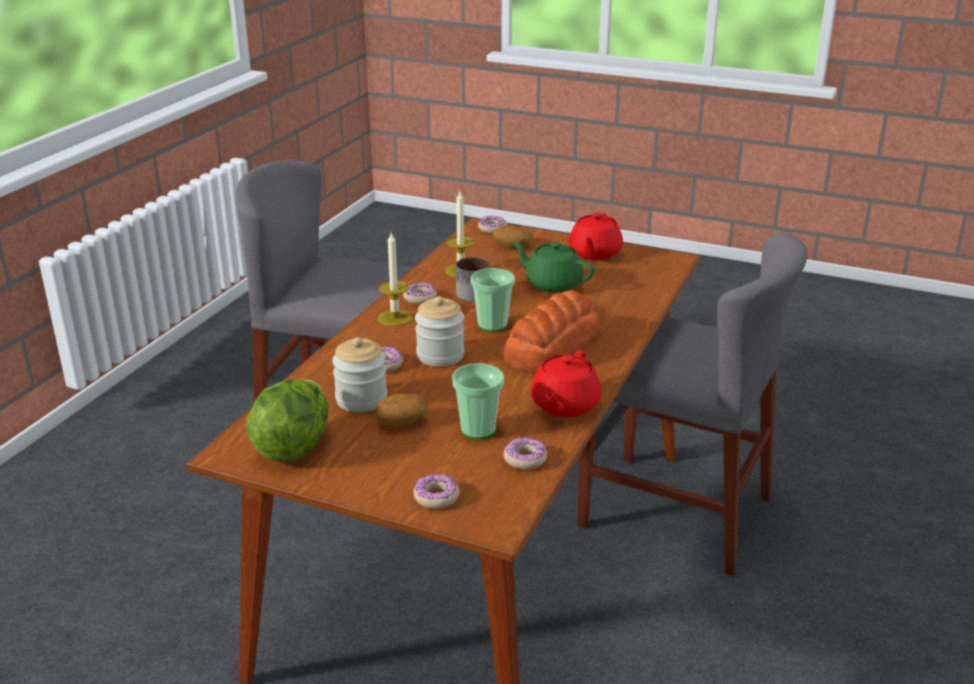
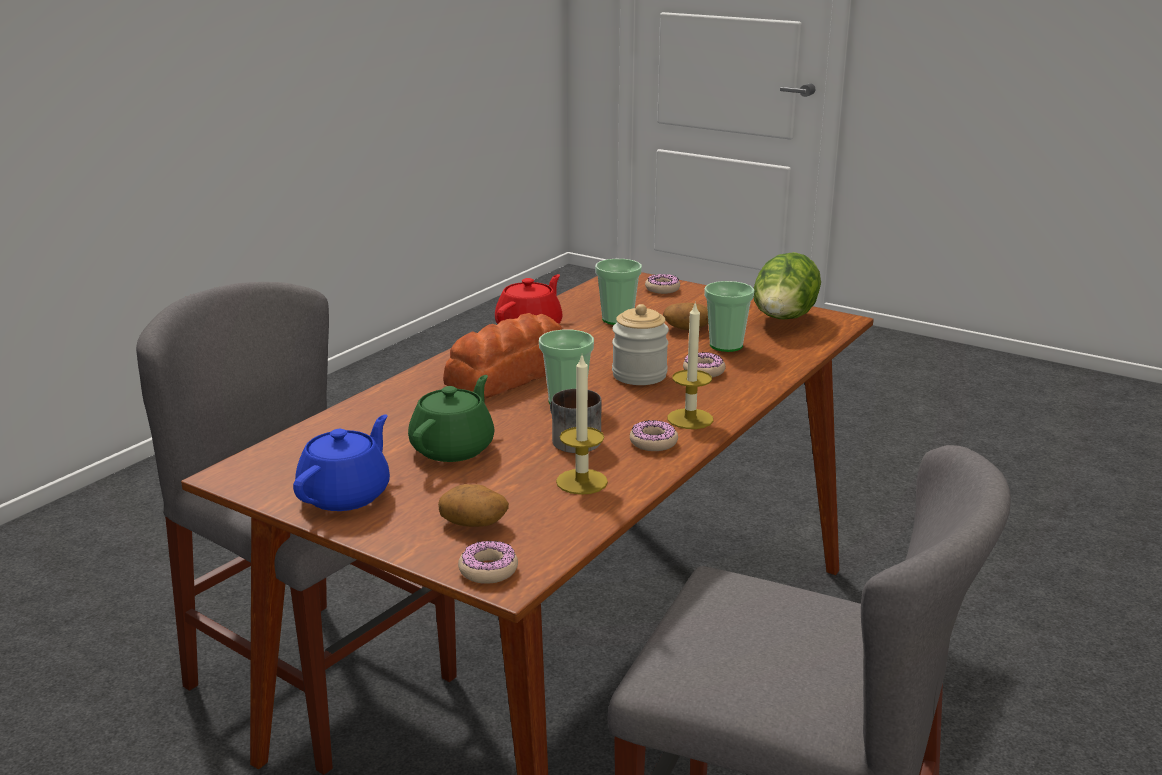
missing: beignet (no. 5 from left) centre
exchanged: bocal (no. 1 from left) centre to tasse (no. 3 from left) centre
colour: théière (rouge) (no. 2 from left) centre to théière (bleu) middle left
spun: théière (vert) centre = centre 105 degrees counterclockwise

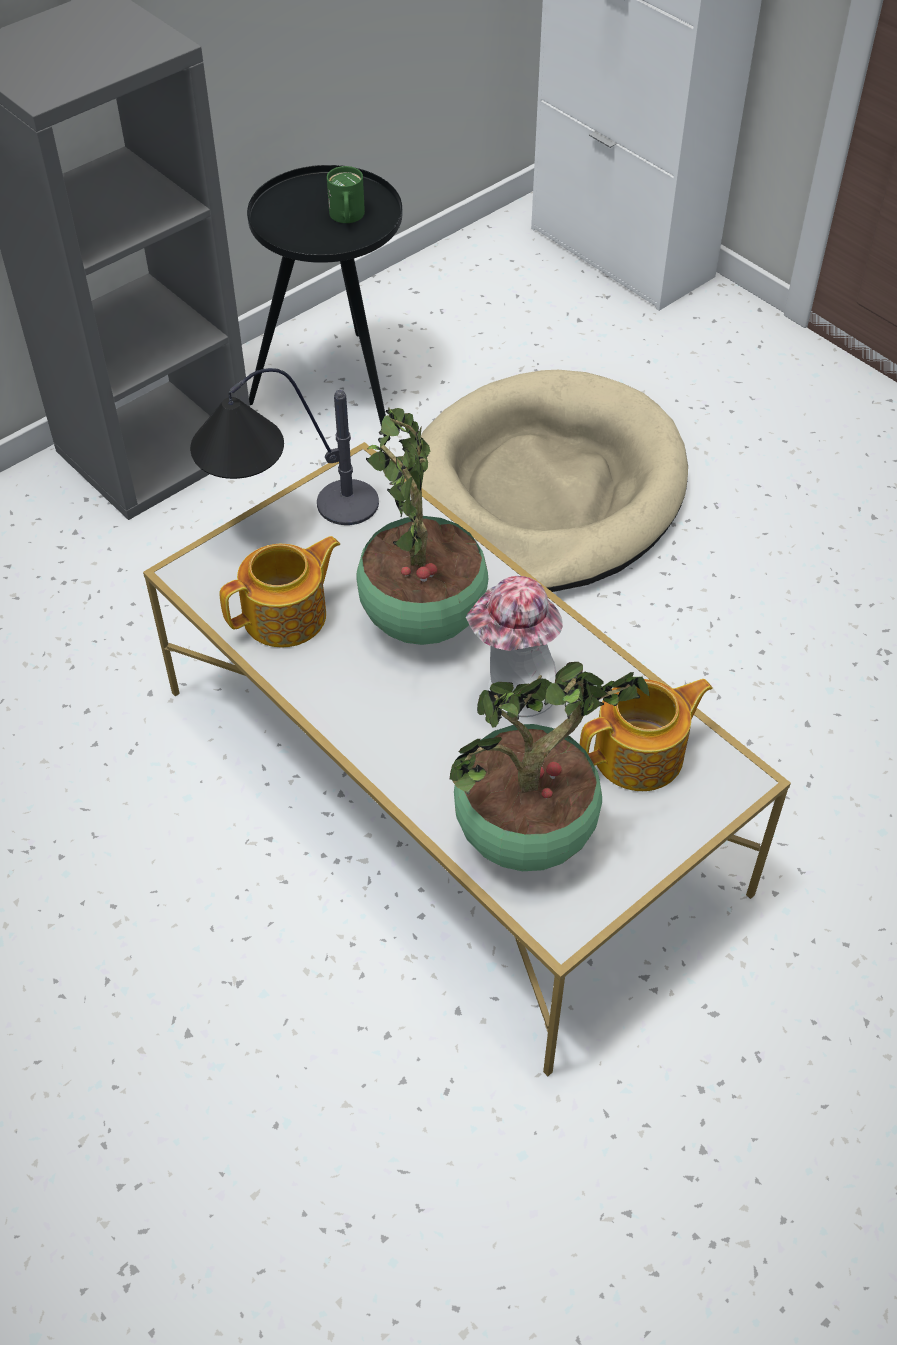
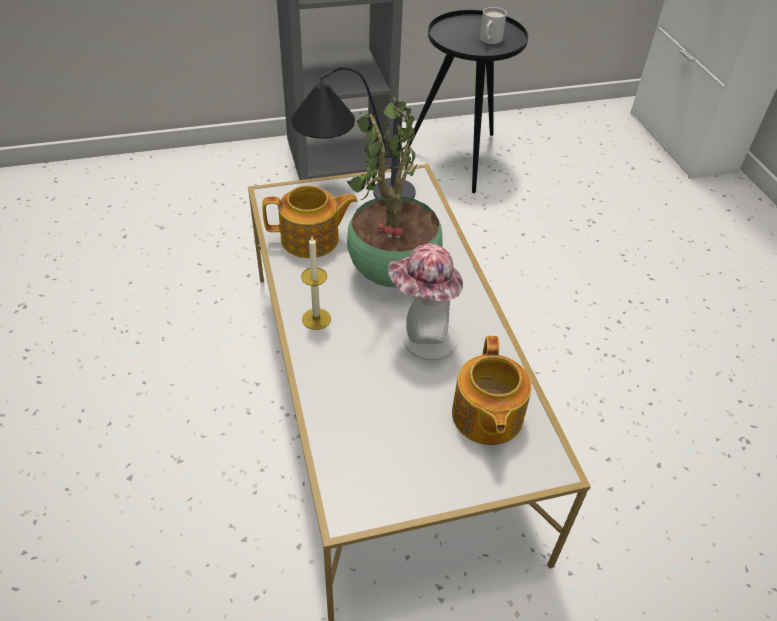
missing: panier pour chien (beige) centre; plante en pot (no. 2 from left) centre
appeared: bougie centre
colour: mug (vert) top centre to mug (blanc) top centre
spun: théière (no. 2 from left) middle right = centre 90 degrees clockwise

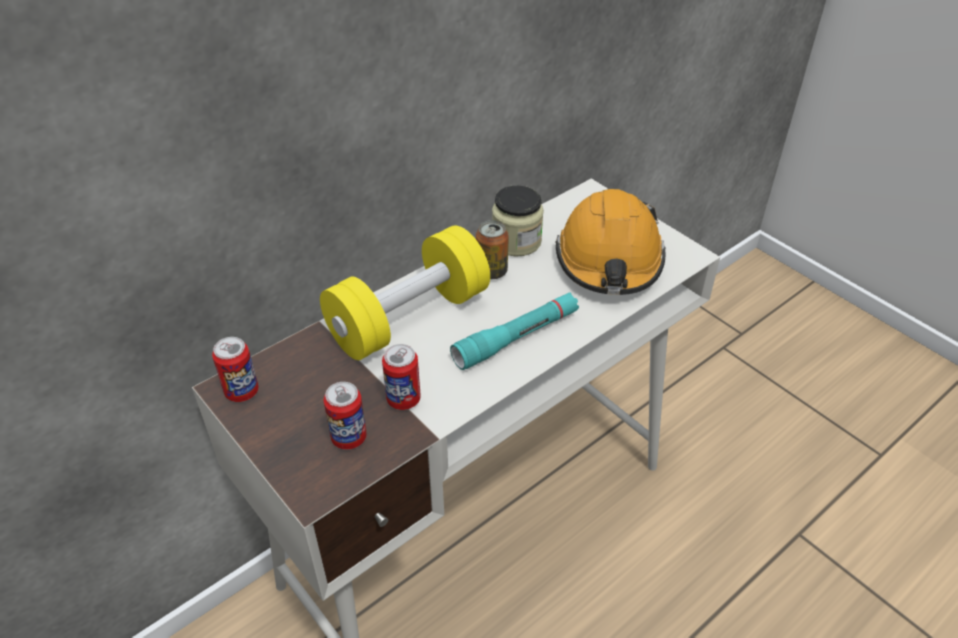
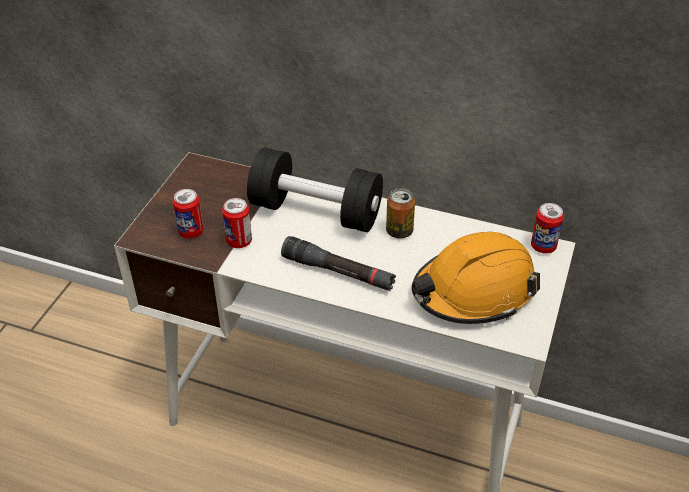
missing: bocal centre
relocated: boîte métallique (no. 1 from left in the first image) middle left to boîte métallique (no. 4 from left) middle right
colour: haltère (jaune) centre to haltère (noir) centre; lampe de poche (turquoise) centre to lampe de poche (noir) centre

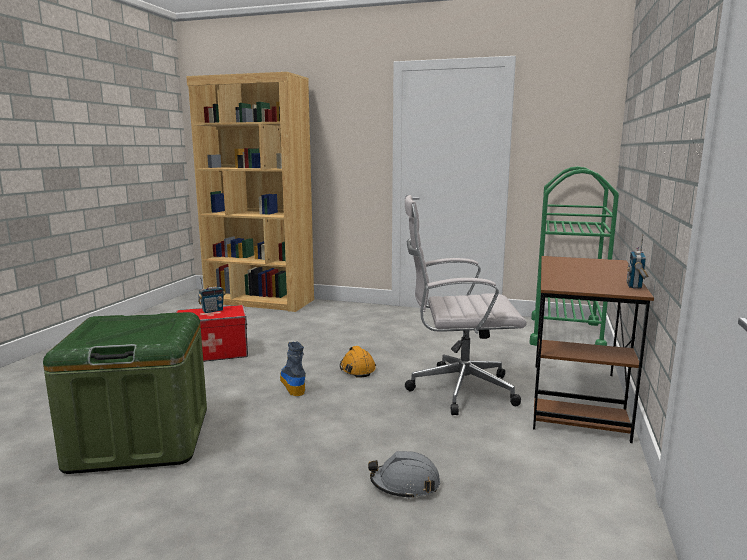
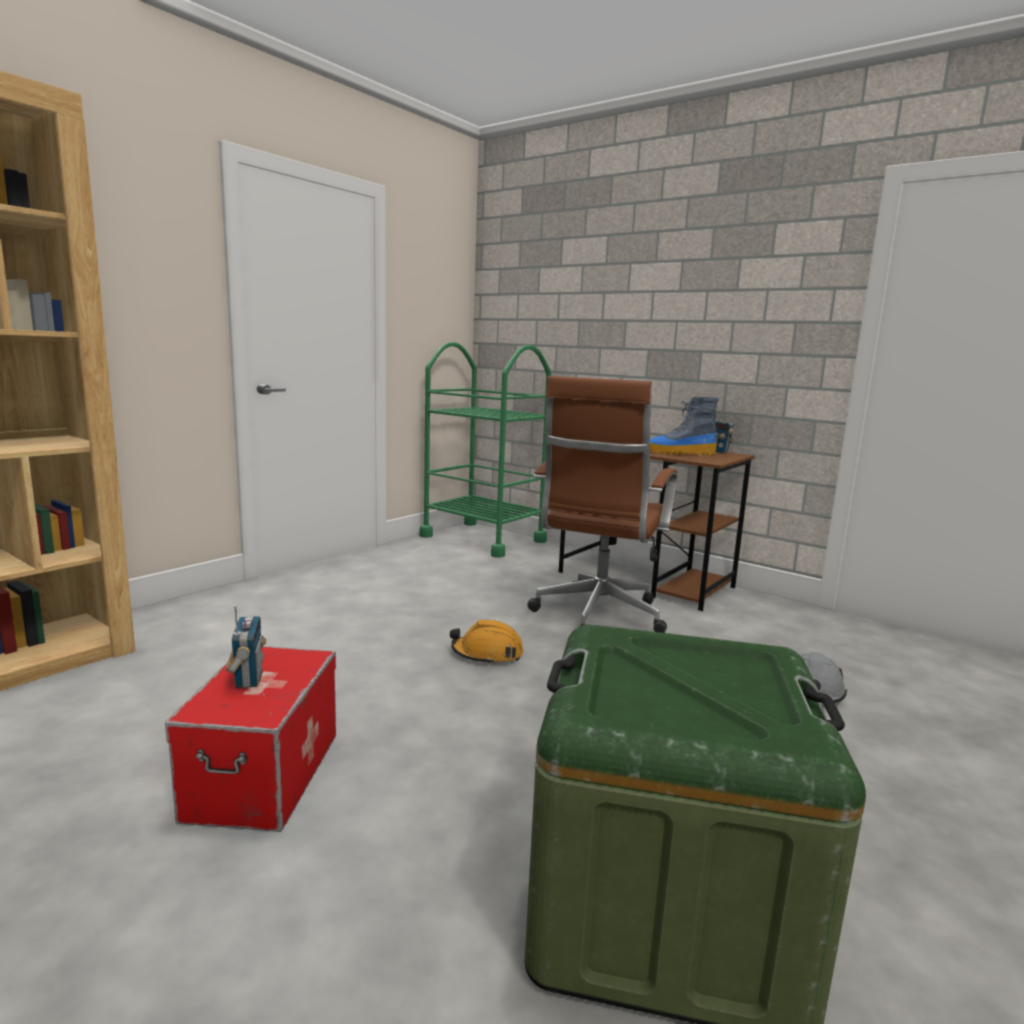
relocated: botte centre to middle right
colour: chaise de bureau (blanc) centre to chaise de bureau (marron) centre

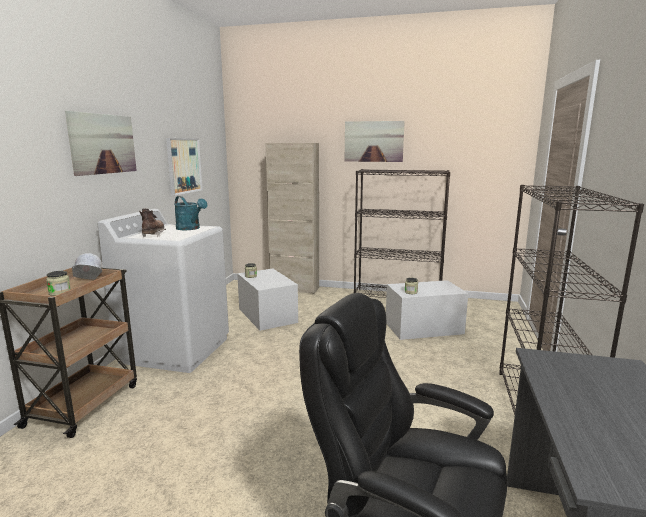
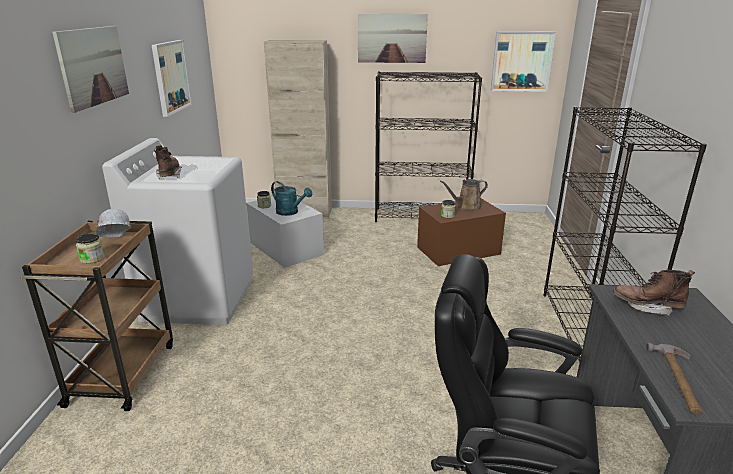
appeared: arrosoir (marron) centre; tableau (no. 4 from left) top right; botte (marron) (no. 2 from left) middle right; marteau bottom right
relocated: arrosoir (turquoise) middle left to centre
colour: boîte de rangement (blanc) (no. 2 from left) centre to boîte de rangement (marron) centre

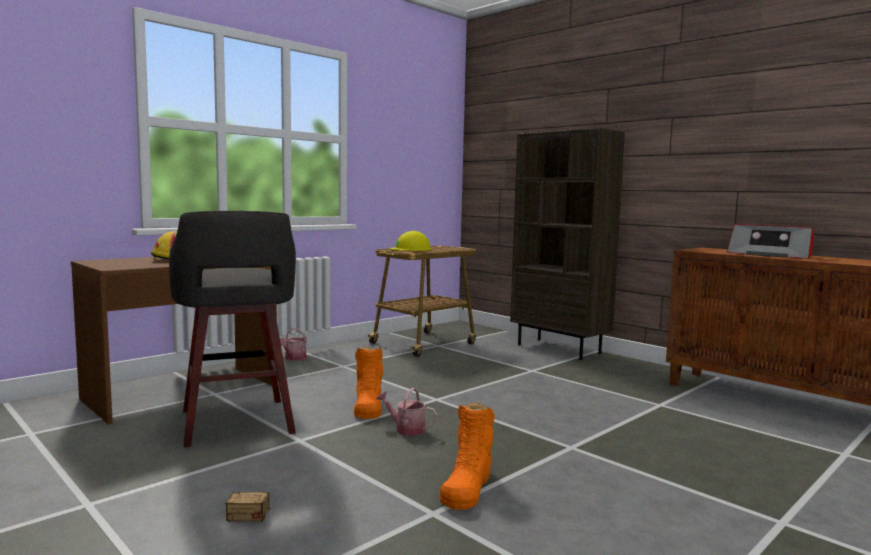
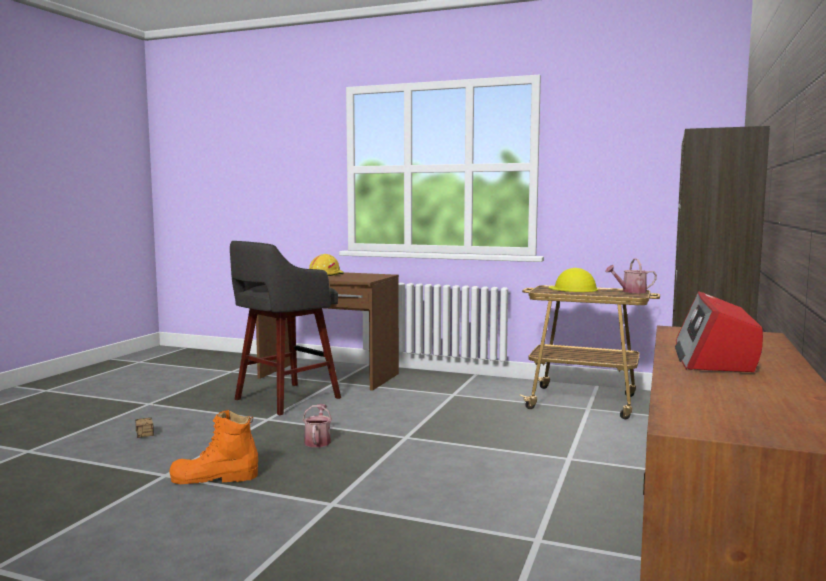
missing: botte (orange) (no. 1 from left) bottom centre
relocated: arrosoir (no. 1 from left in the first image) centre to arrosoir (no. 2 from left) middle right

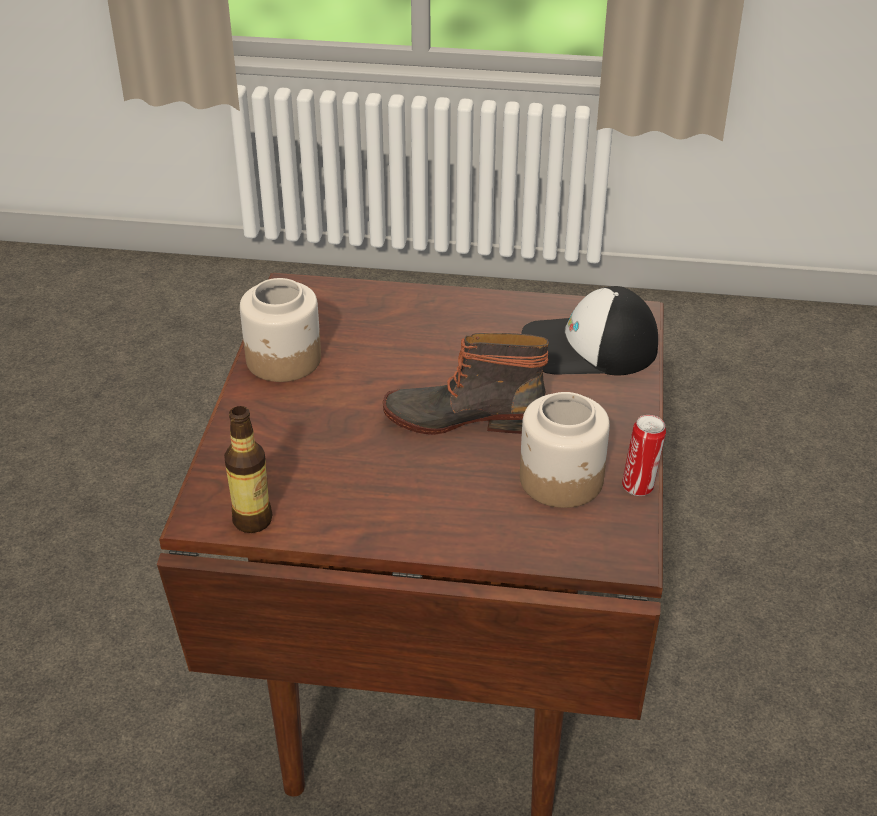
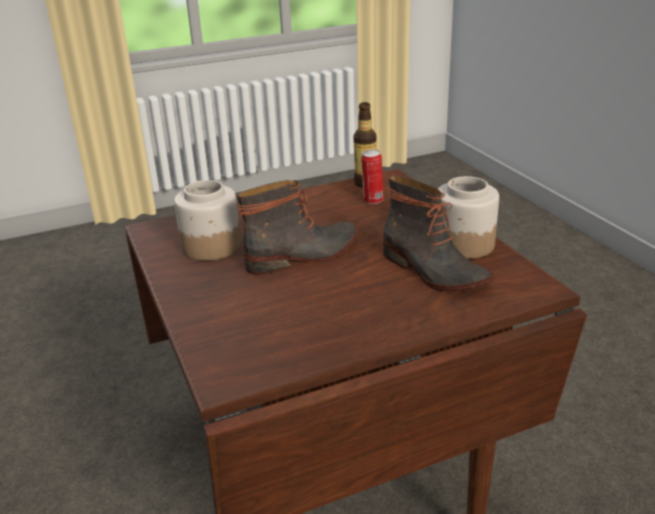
missing: casquette middle right
appeared: botte (no. 2 from left) middle right
relocated: boîte métallique middle right to centre

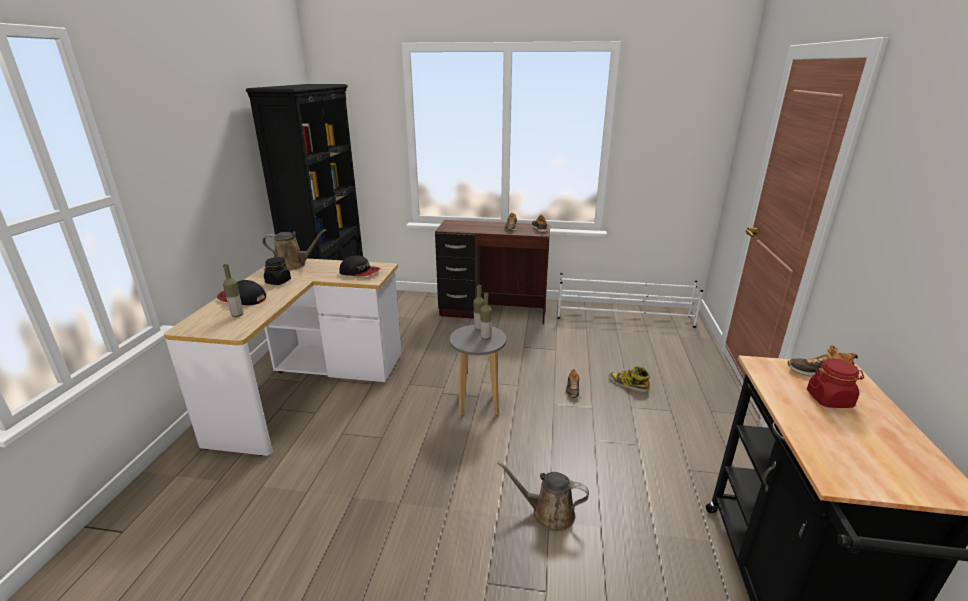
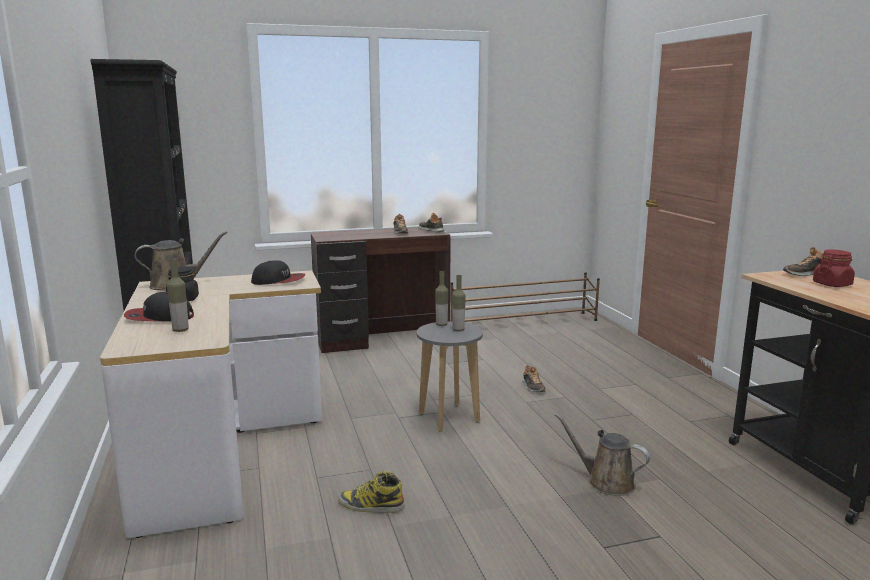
relocated: botte centre to bottom centre
colour: étagère à chaussures (blanc) centre to étagère à chaussures (marron) centre
spun: arrosoir (marron) (no. 2 from left) bottom centre = bottom right 45 degrees clockwise

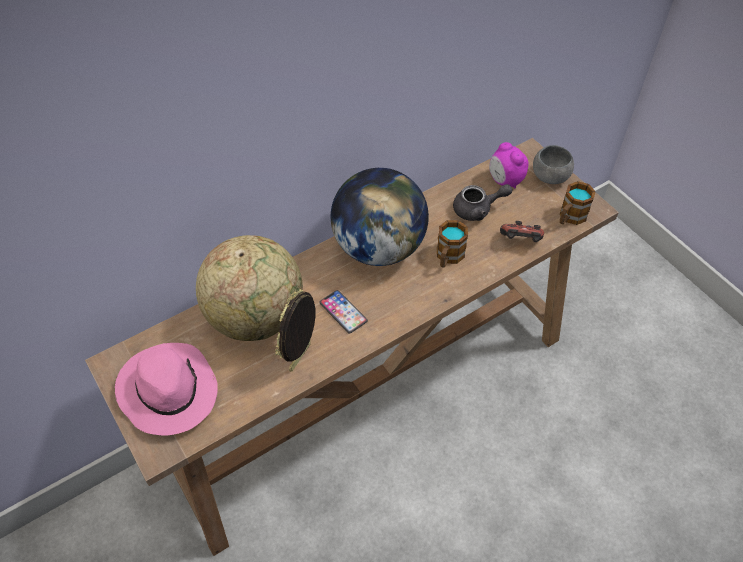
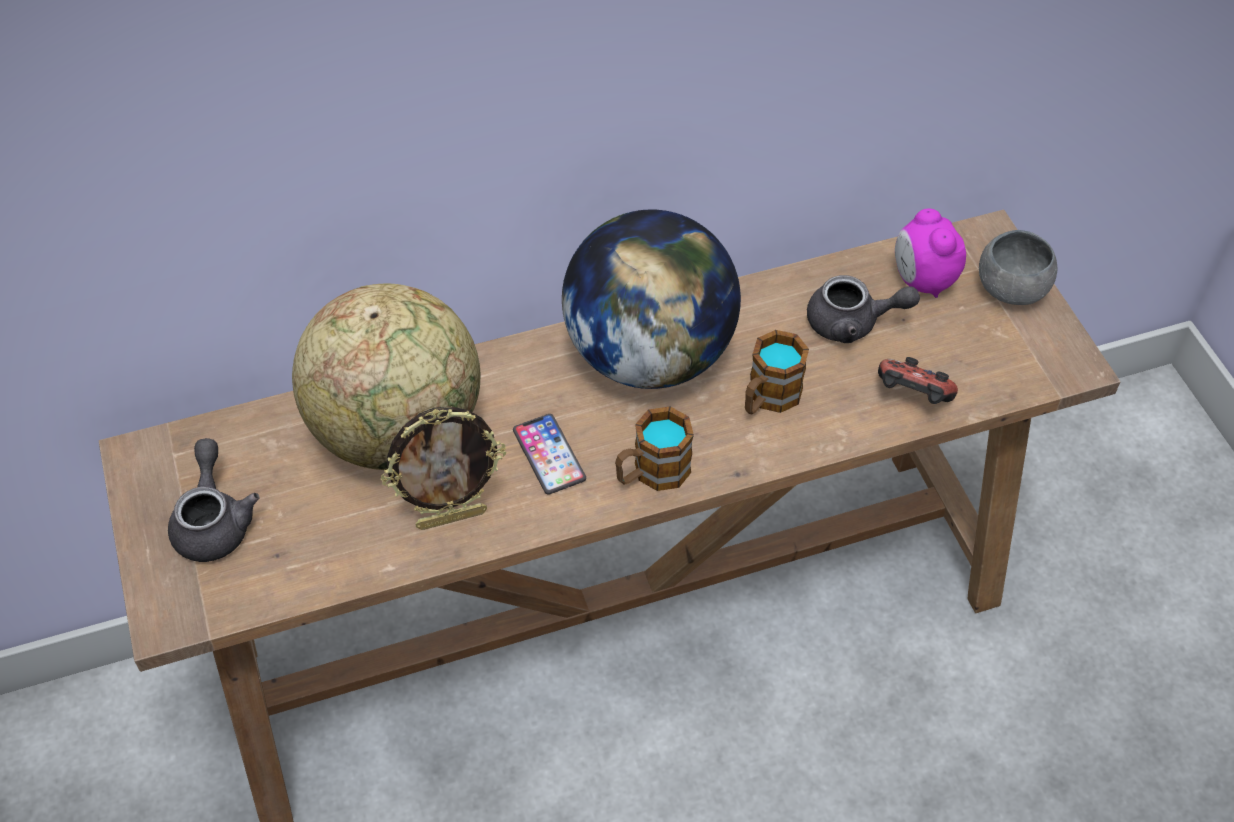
relocated: mug (no. 2 from left in the first image) middle right to mug (no. 1 from left) centre
exchanged: chapeau (rose) bottom left to théière (gris) (no. 1 from left) middle left
spun: cadre photo centre = centre 150 degrees counterclockwise

